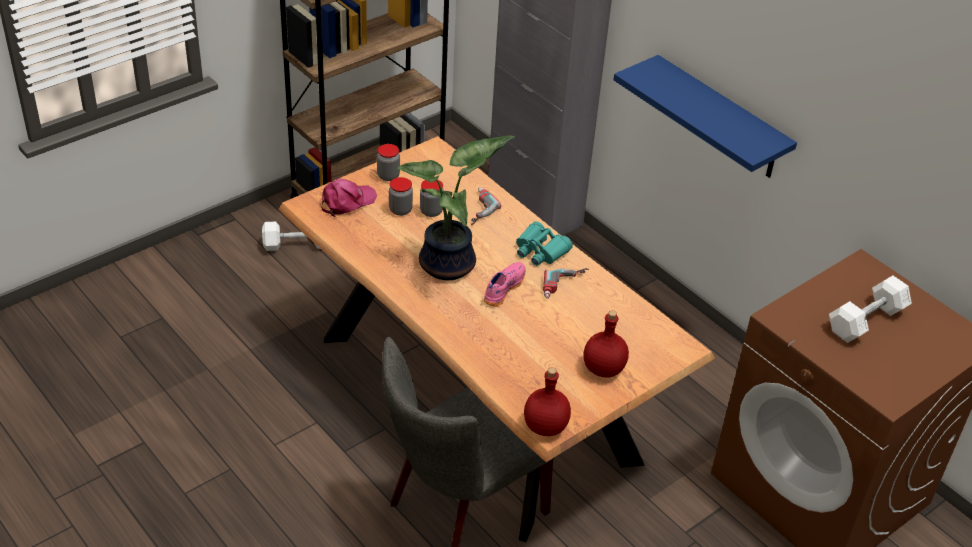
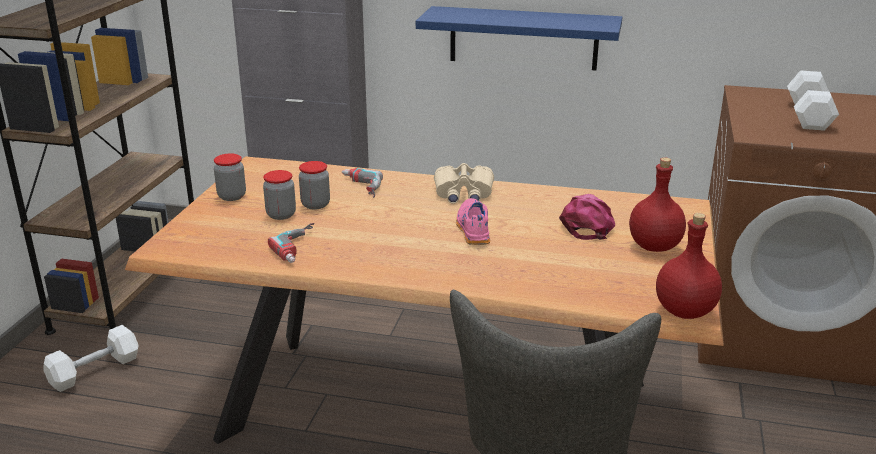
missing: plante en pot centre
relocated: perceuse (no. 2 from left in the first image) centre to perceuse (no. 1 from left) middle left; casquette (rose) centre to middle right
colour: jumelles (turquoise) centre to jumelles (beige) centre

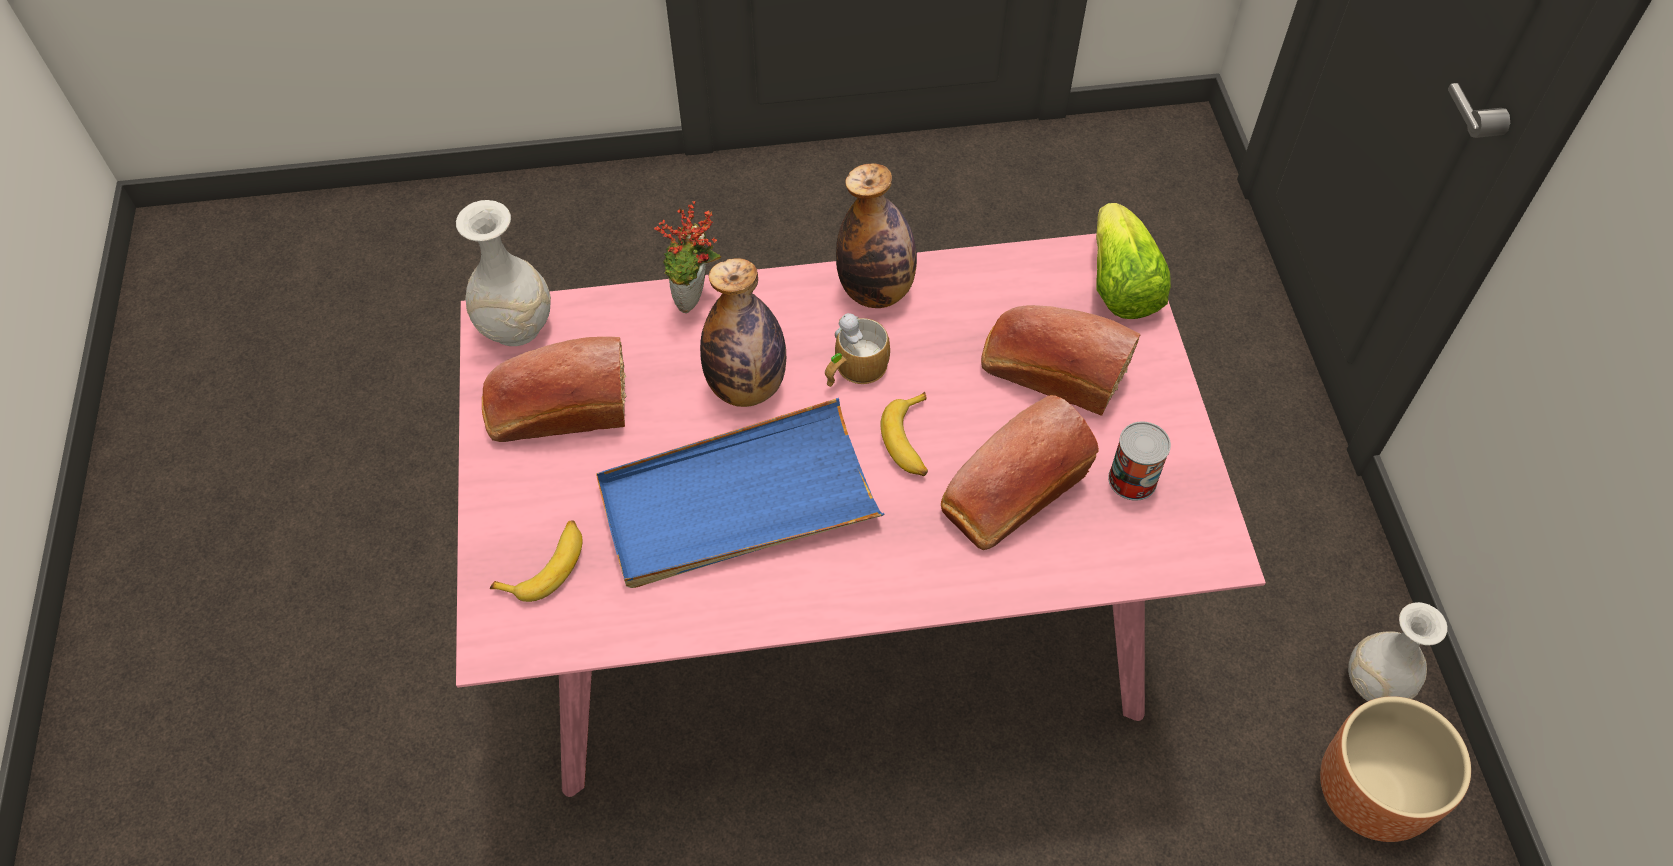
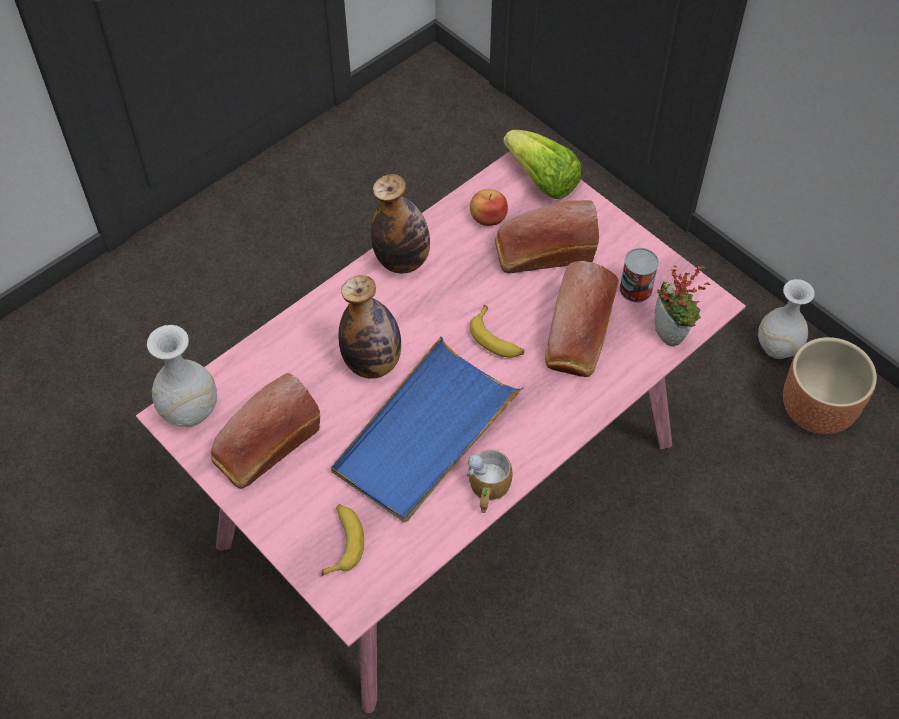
appeared: pomme top centre
relocated: mug centre to bottom centre; plante en pot top centre to middle right

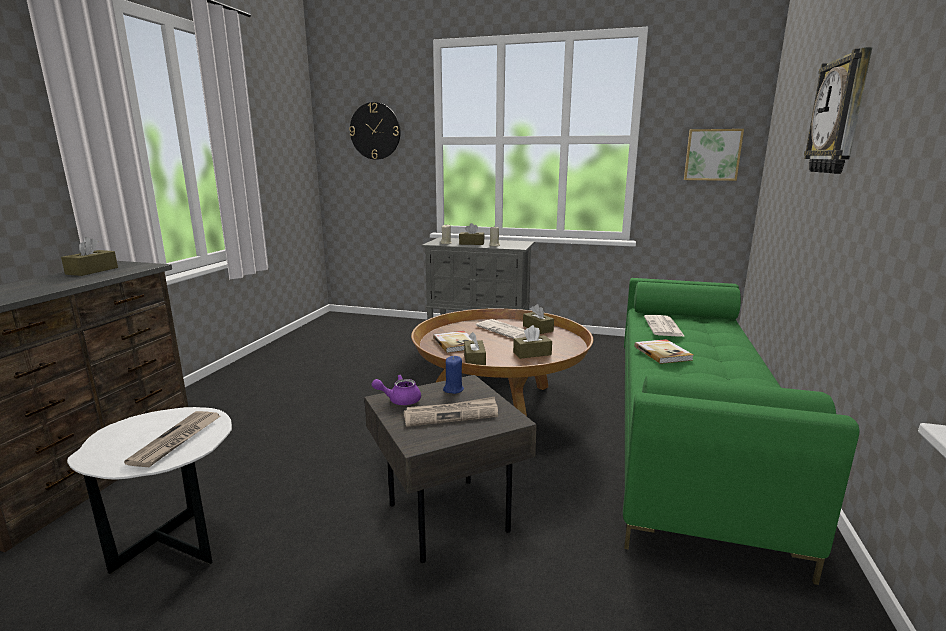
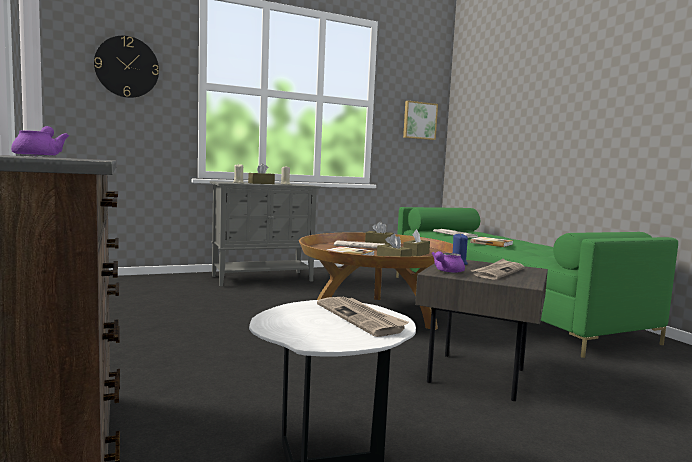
missing: horloge murale (no. 2 from left) top right
exchanged: boîte à mouchoirs (marron) (no. 1 from left) middle left to théière (violet) (no. 1 from left) top left

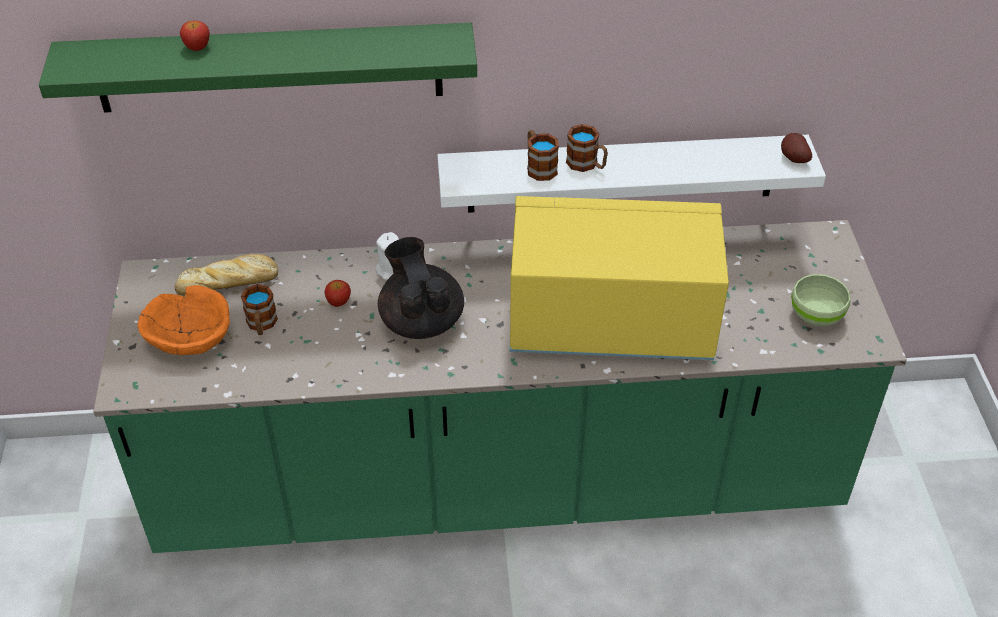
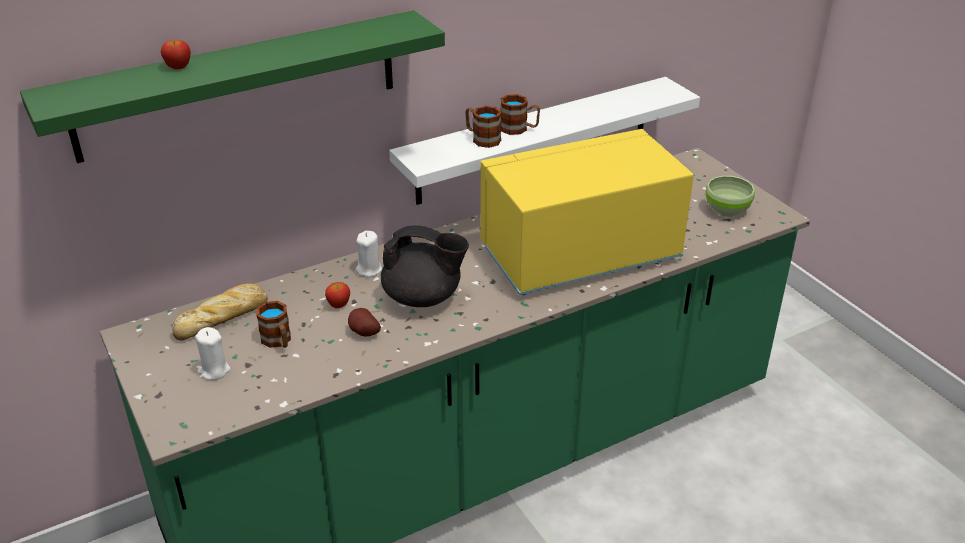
relocated: pomme de terre top right to centre
exchanged: bol (orange) middle left to bougie (blanc) (no. 1 from left) middle left
spun: théière (noir) centre = centre 150 degrees clockwise

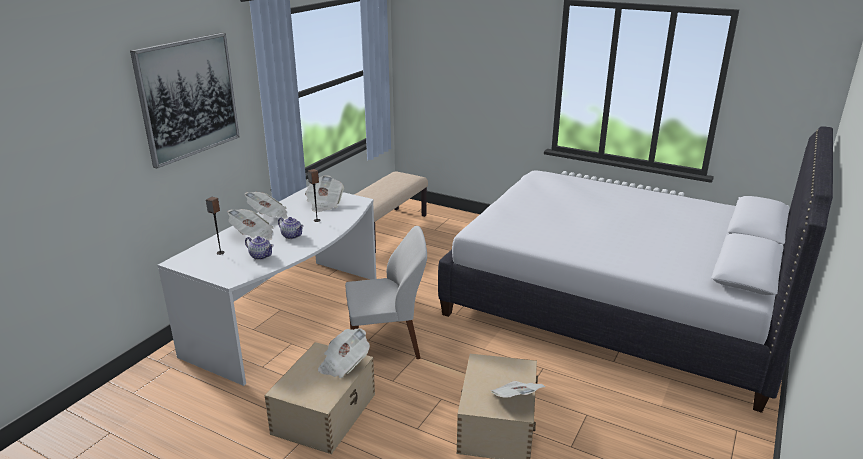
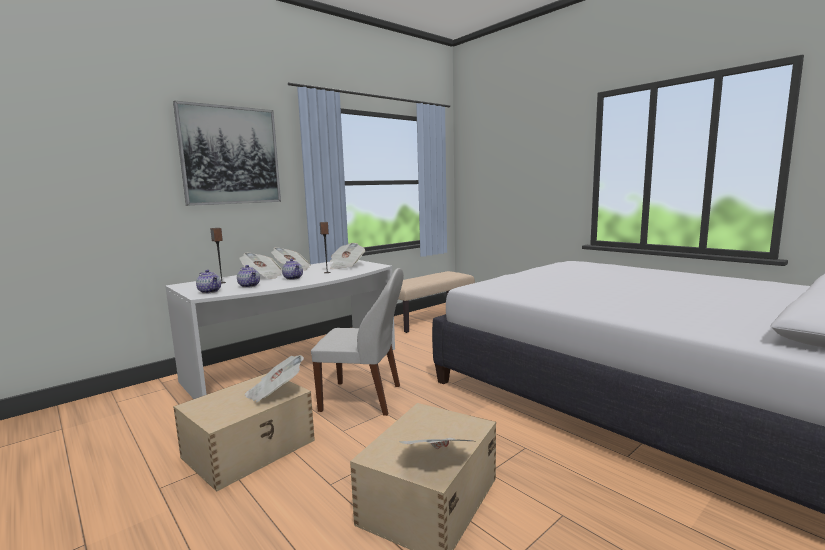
appeared: théière (no. 1 from left) middle left

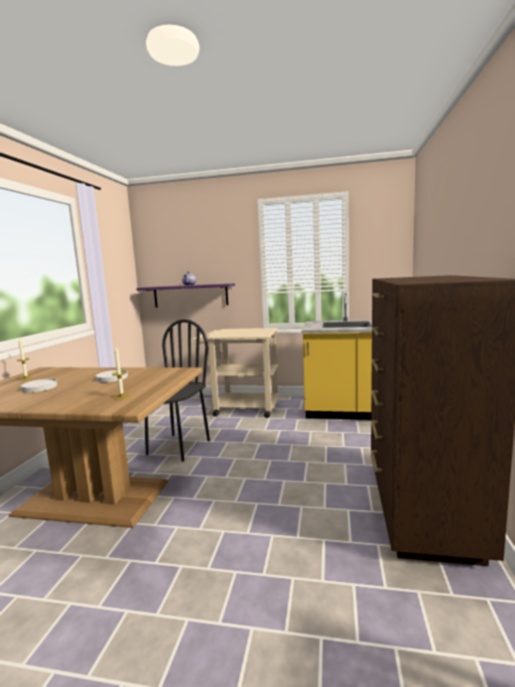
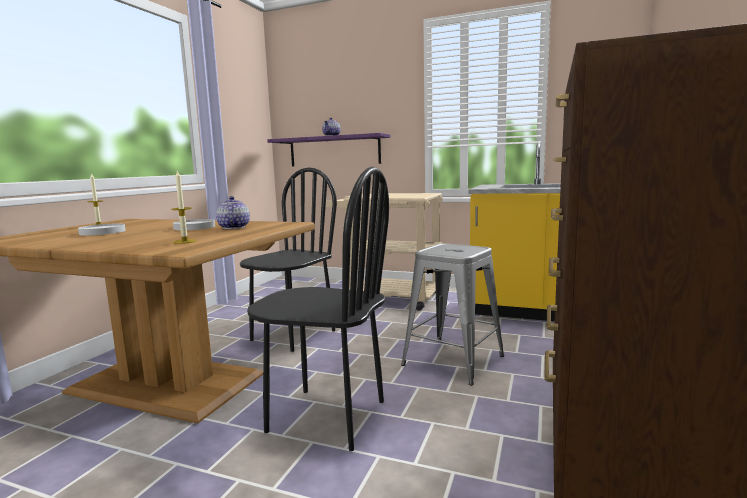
appeared: théière (no. 1 from left) middle left; chaise (noir) (no. 2 from left) centre; tabouret (gris) centre

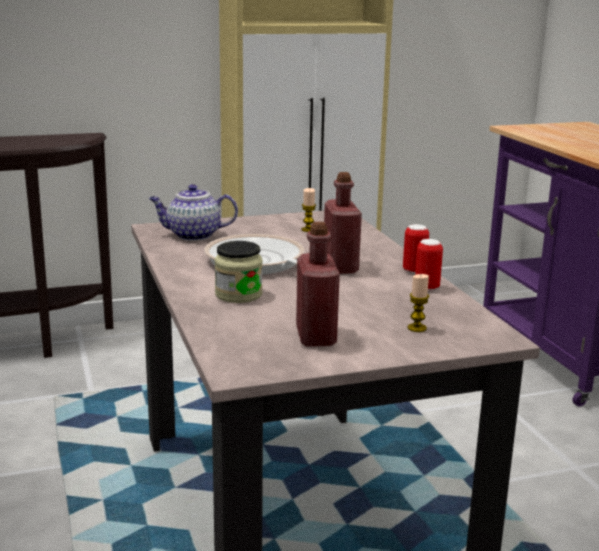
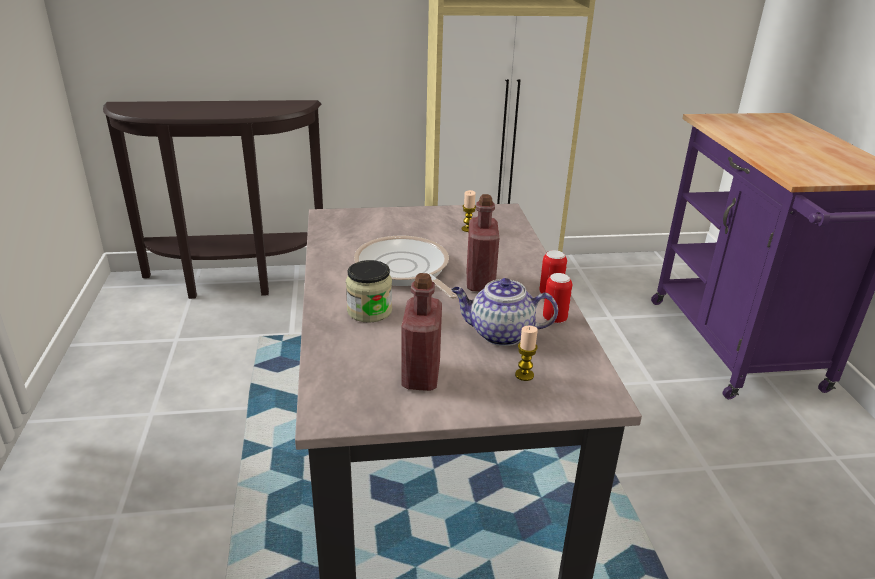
relocated: théière middle left to centre

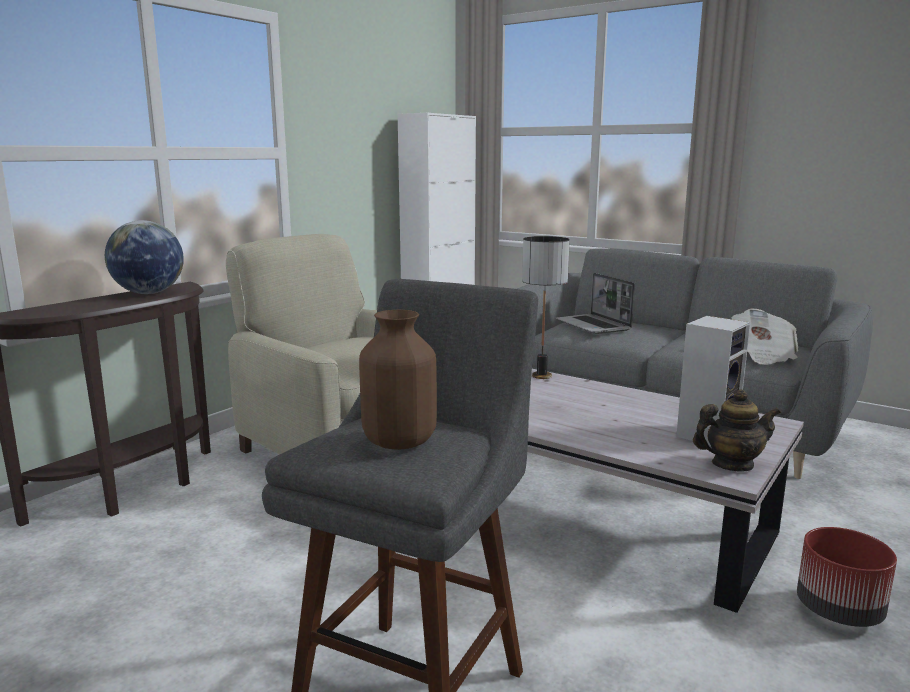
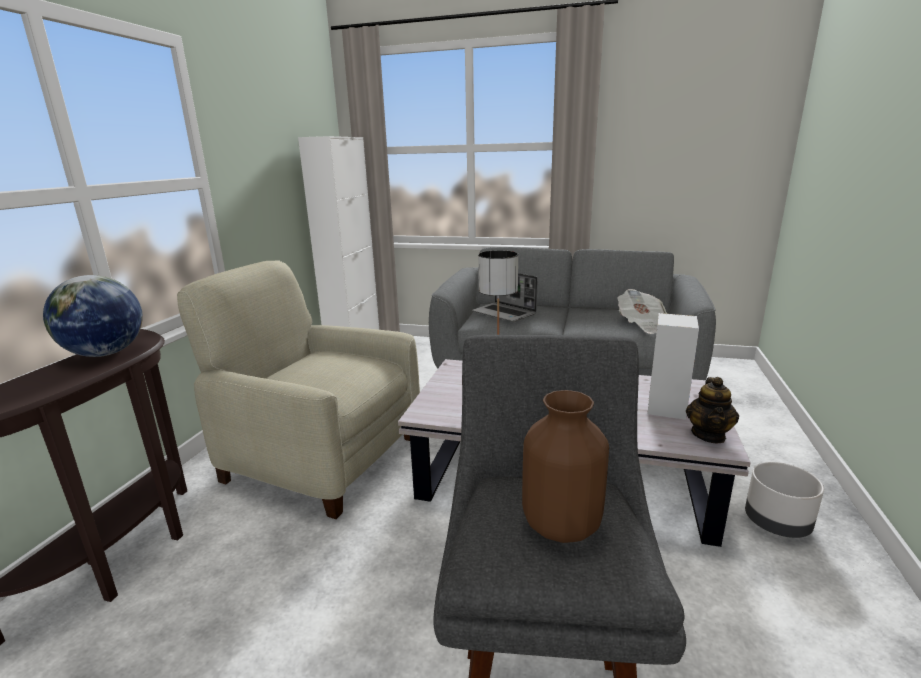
colour: cache-pot (rouge) bottom right to cache-pot (gris) bottom right
spun: théière middle right = middle right 135 degrees clockwise

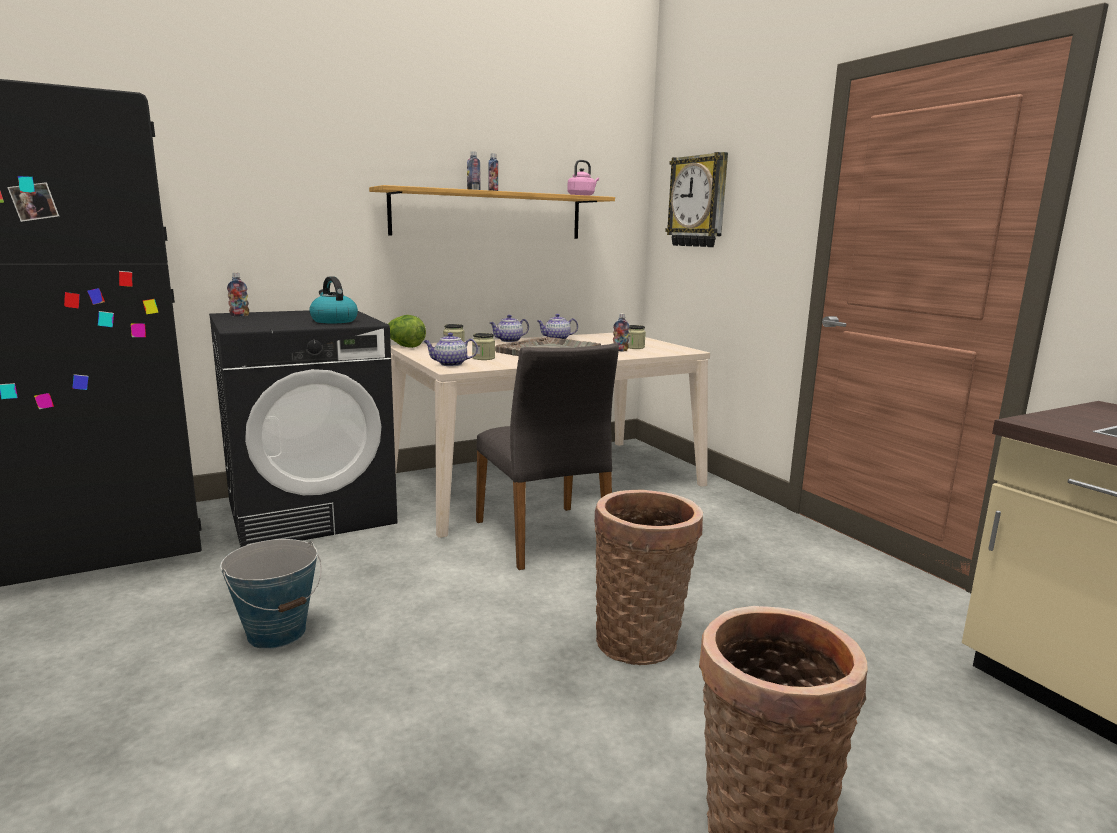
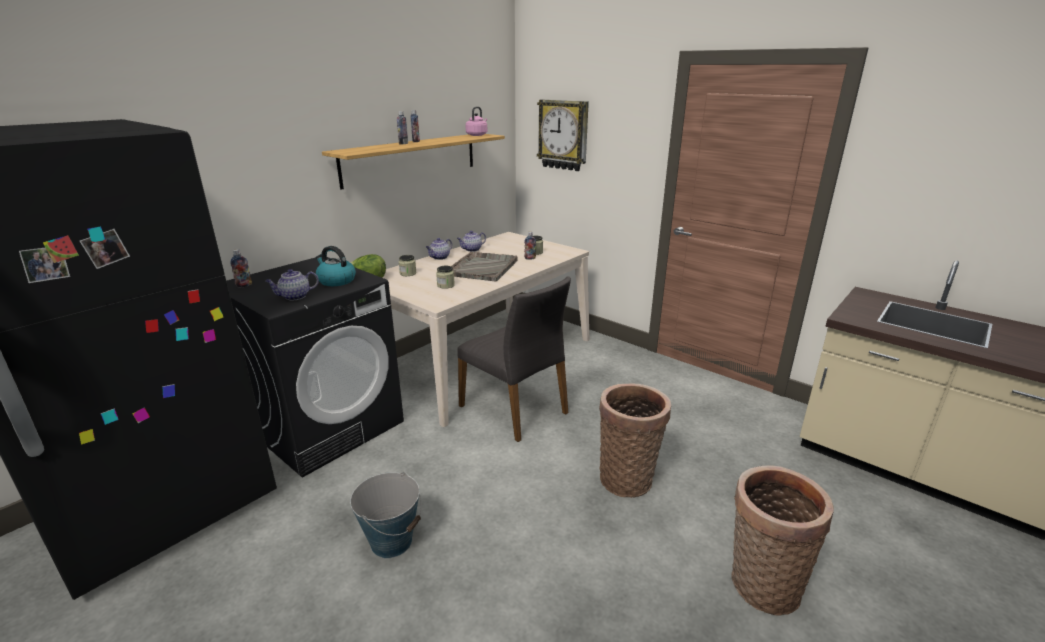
relocated: théière (no. 1 from left) centre to middle left

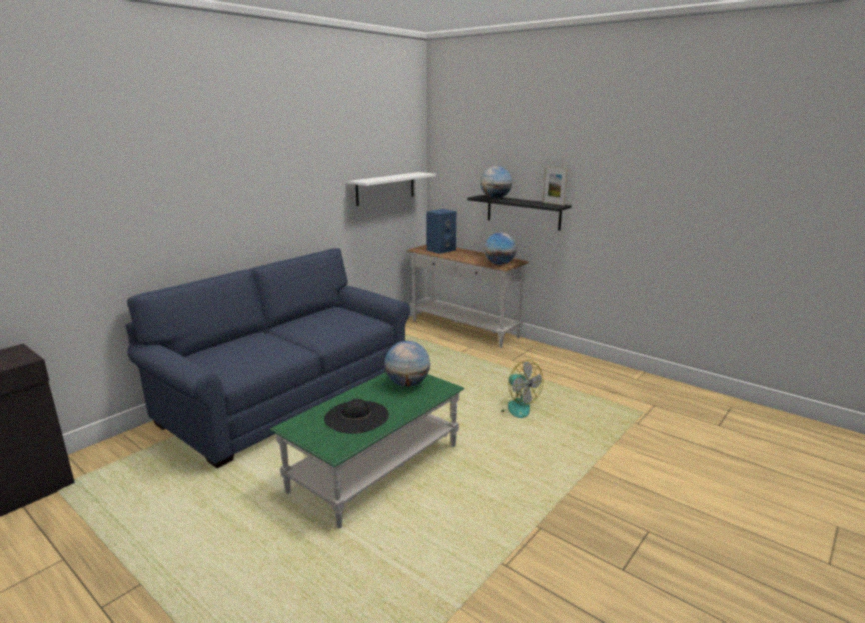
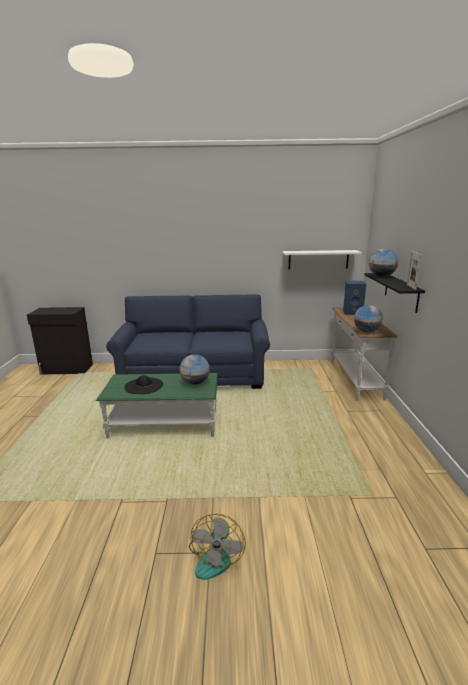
relocated: ventilateur centre to bottom centre

